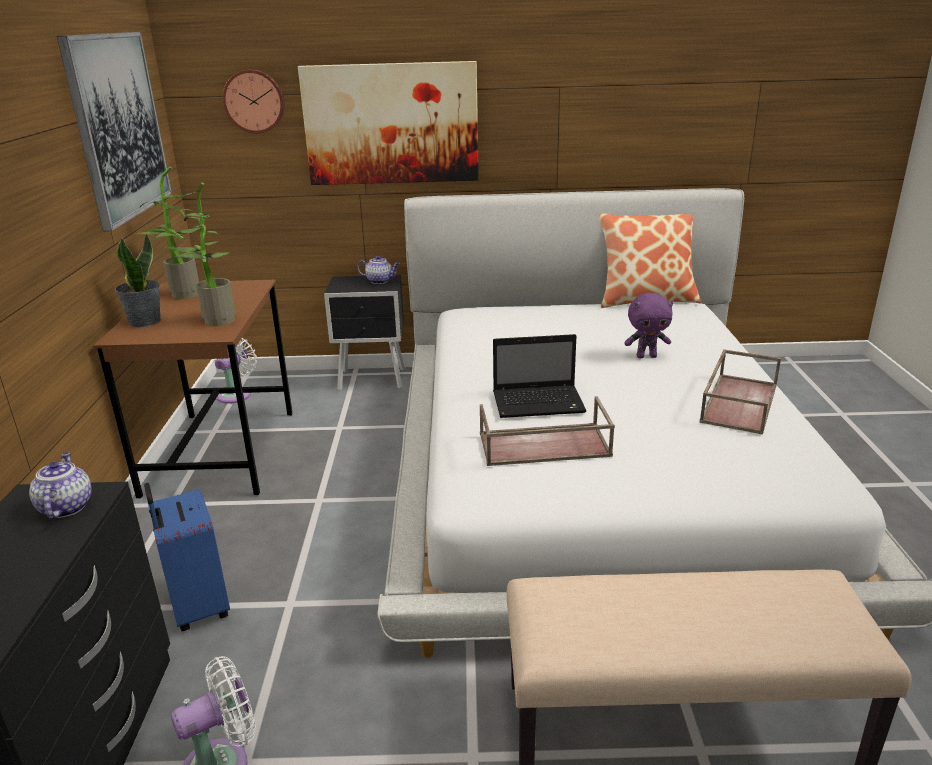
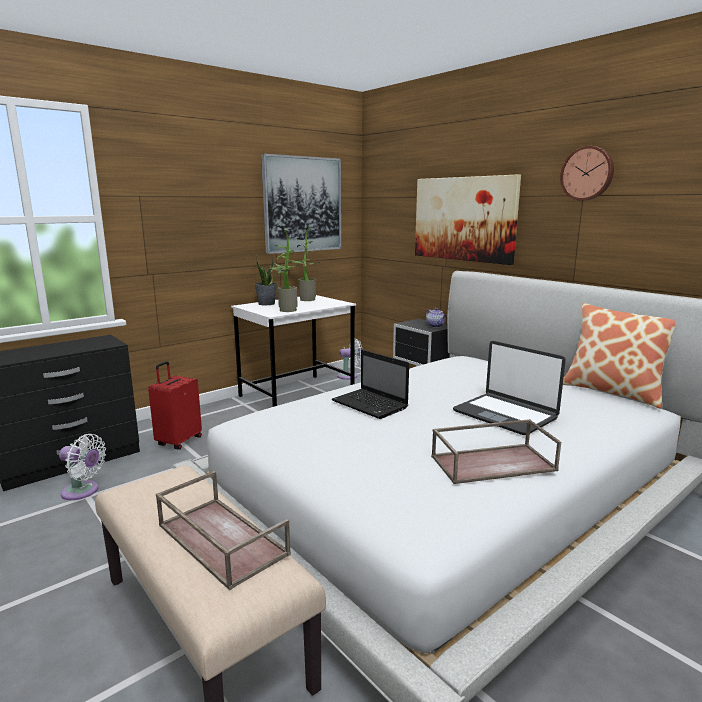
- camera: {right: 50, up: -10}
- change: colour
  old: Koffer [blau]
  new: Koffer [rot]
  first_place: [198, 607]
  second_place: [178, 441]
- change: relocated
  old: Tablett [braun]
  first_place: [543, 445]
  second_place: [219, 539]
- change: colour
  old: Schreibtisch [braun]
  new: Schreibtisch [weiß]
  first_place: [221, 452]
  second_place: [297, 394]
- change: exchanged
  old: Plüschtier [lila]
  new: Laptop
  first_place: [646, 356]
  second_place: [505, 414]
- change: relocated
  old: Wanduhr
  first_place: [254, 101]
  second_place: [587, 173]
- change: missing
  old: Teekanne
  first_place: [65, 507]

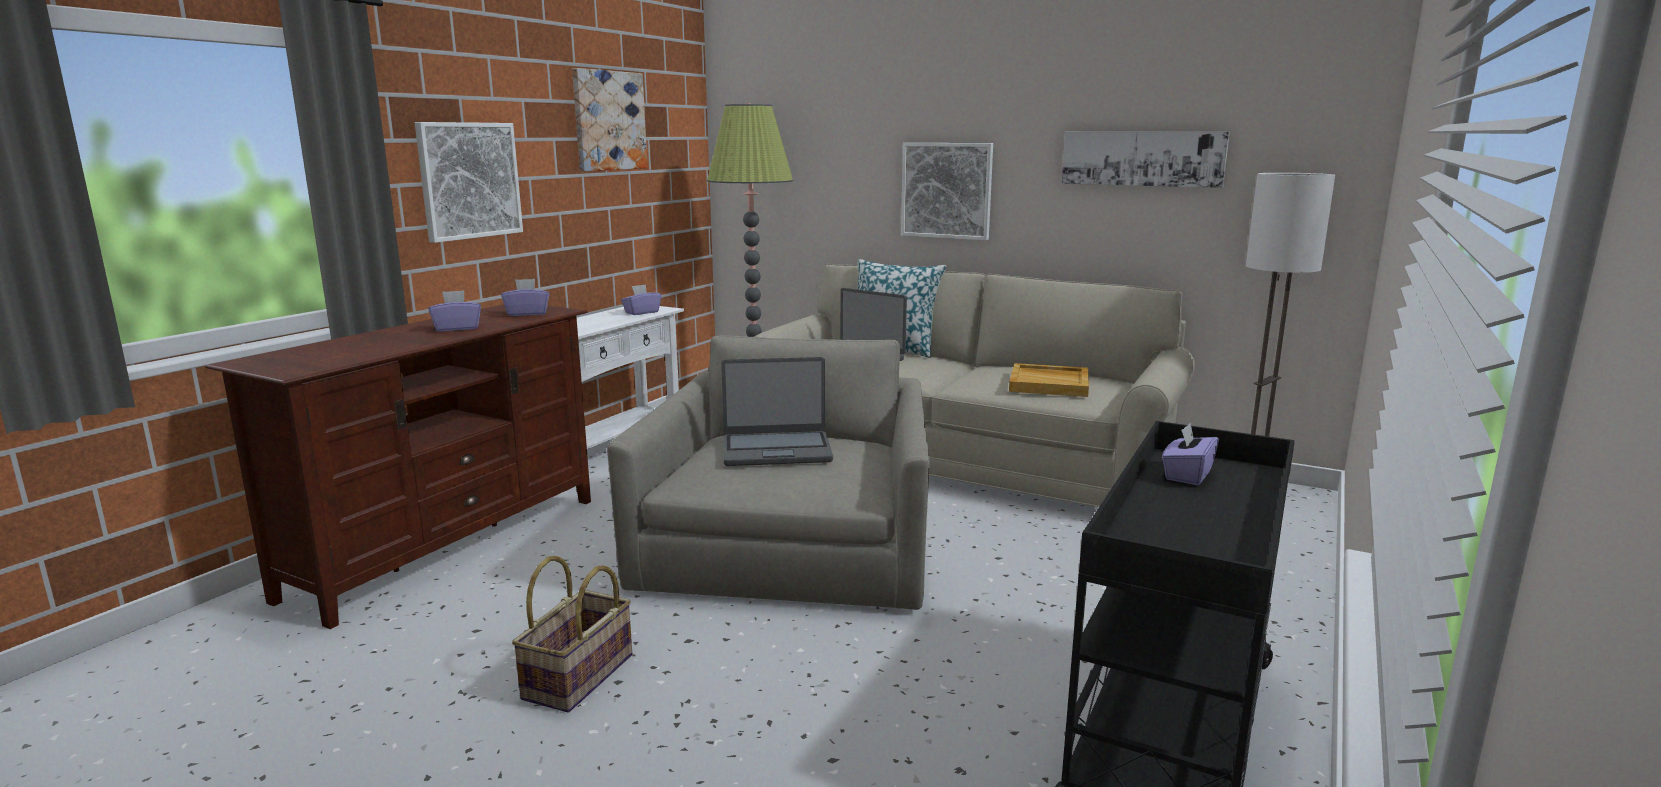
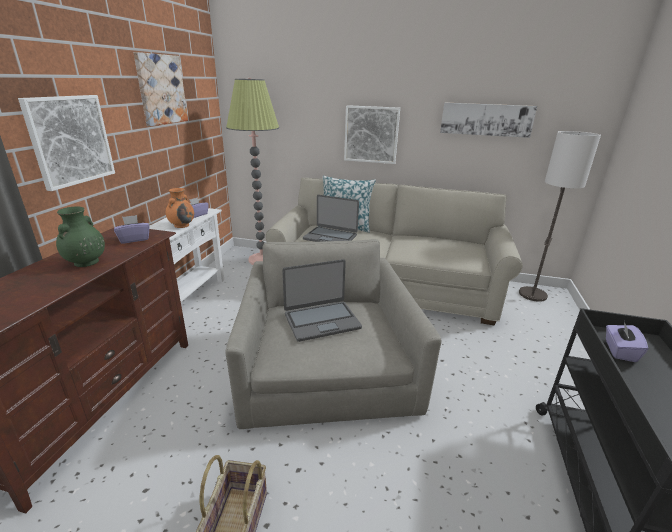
- camera: {right: -15, up: 10}
- change: exchanged
  old: Taschentuchbox [lila]
  new: Vase [grün]
  first_place: [457, 328]
  second_place: [86, 262]
- change: appeared
  new: Vase [orange]
  second_place: [182, 225]
- change: missing
  old: Tablett [beige]
  first_place: [1050, 384]

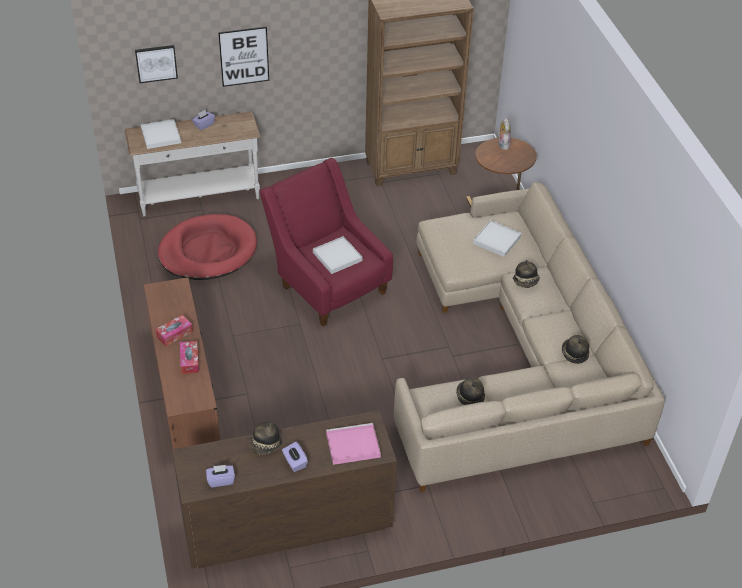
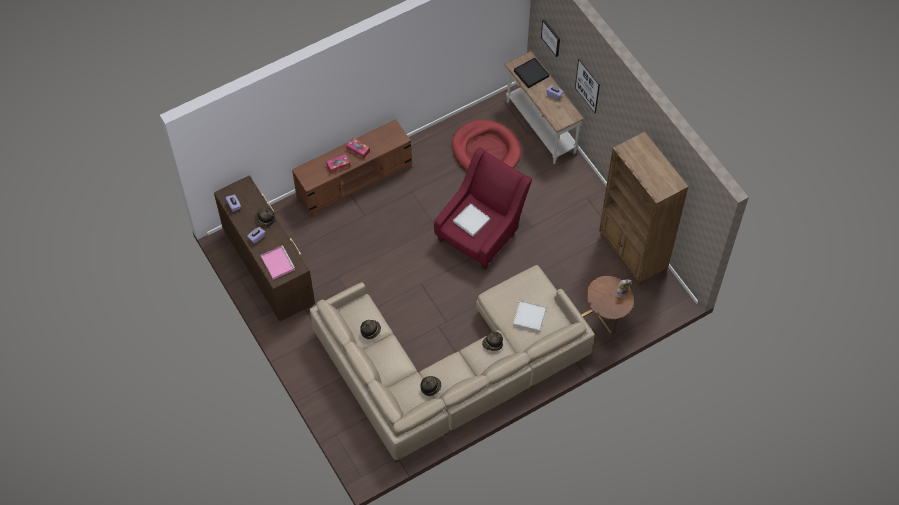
- camera: {right: 75, up: 15}
- change: colour
  old: Tablett [weiß]
  new: Tablett [schwarz]
  first_place: [161, 136]
  second_place: [531, 74]

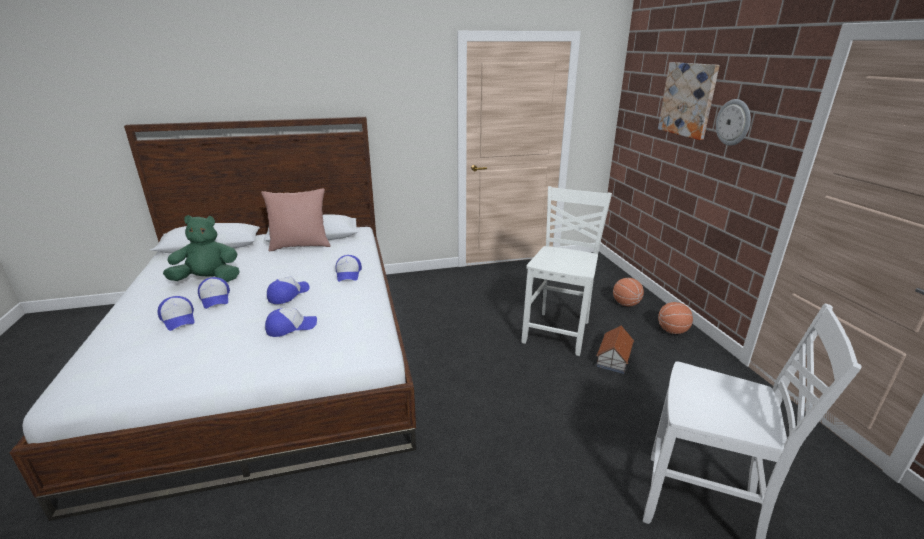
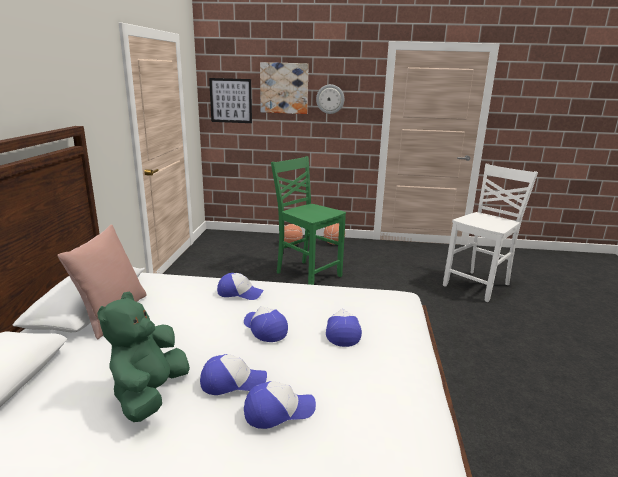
- camera: {right: -70, up: -5}
- change: appeared
  new: Bild
  second_place: [231, 100]
- change: colour
  old: Stuhl [weiß]
  new: Stuhl [grün]
  first_place: [558, 332]
  second_place: [307, 274]
- change: missing
  old: Spielzeughaus
  first_place: [614, 358]

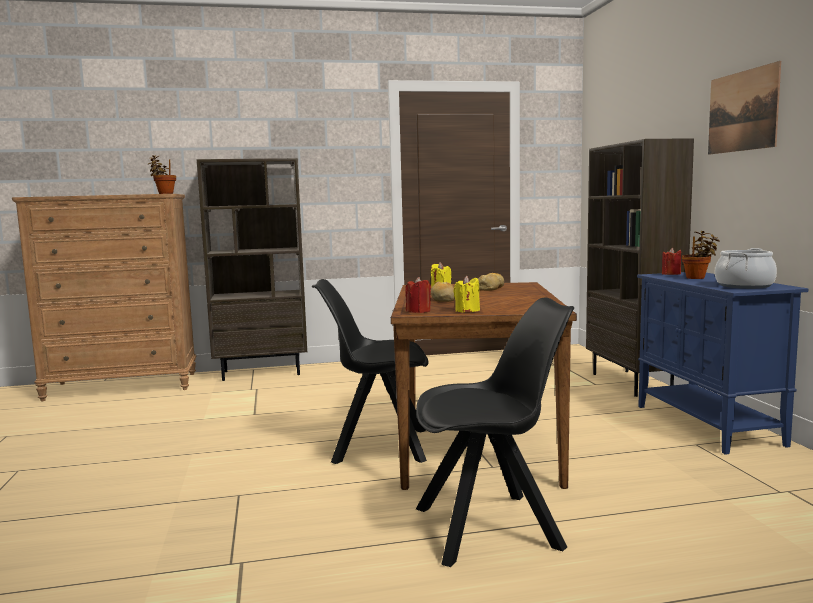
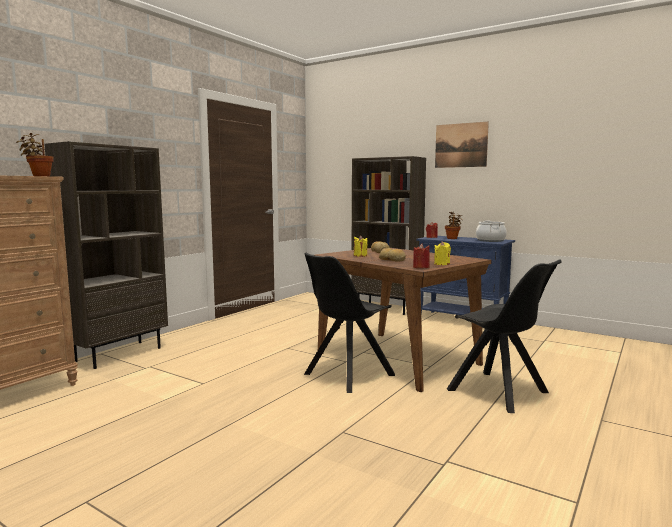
- camera: {right: -45, up: 0}
- change: spun
  old: Stuhl [schwarz]
  first_place: [491, 528]
  second_place: [500, 392]
  degrees: 105

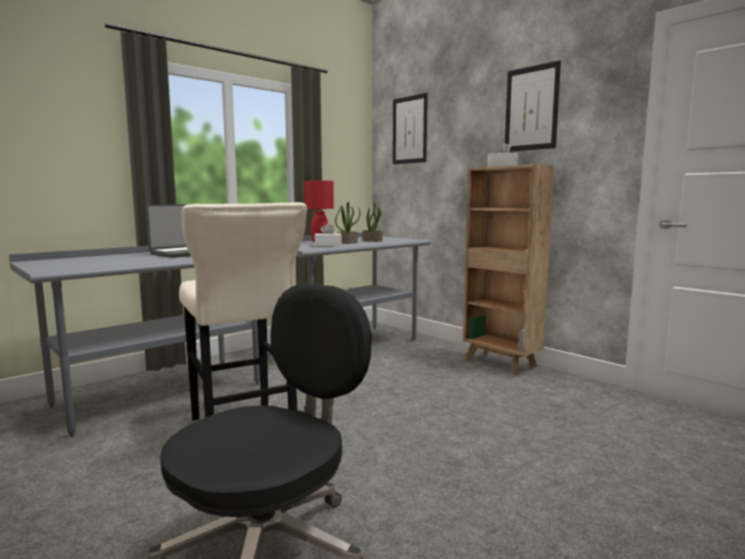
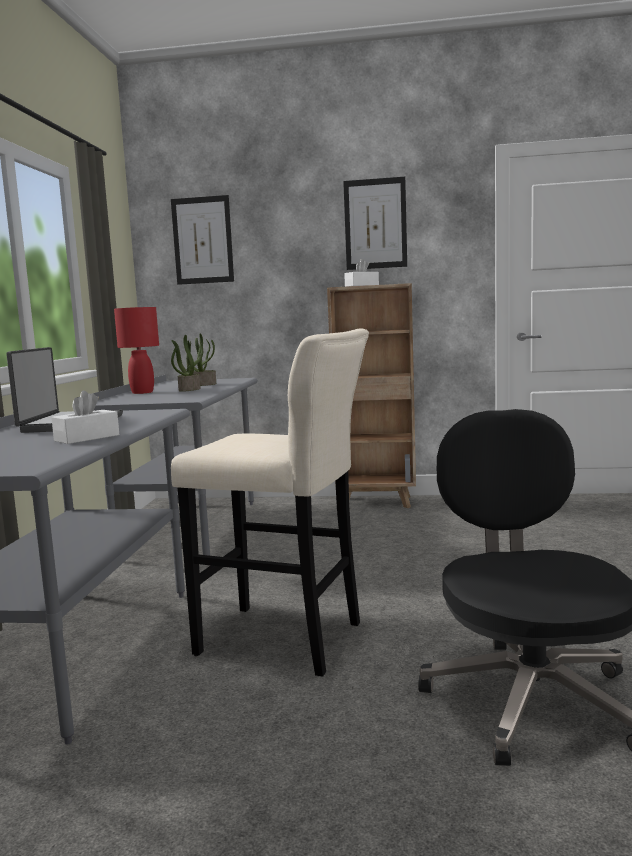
- camera: {right: -40, up: 0}
- change: relocated
  old: Taschentuchbox [weiß]
  first_place: [328, 245]
  second_place: [87, 438]

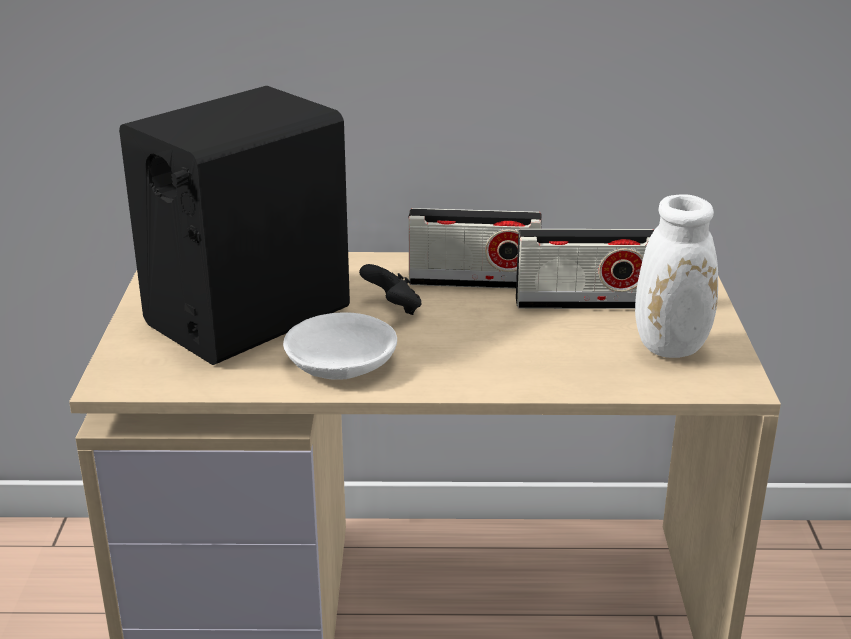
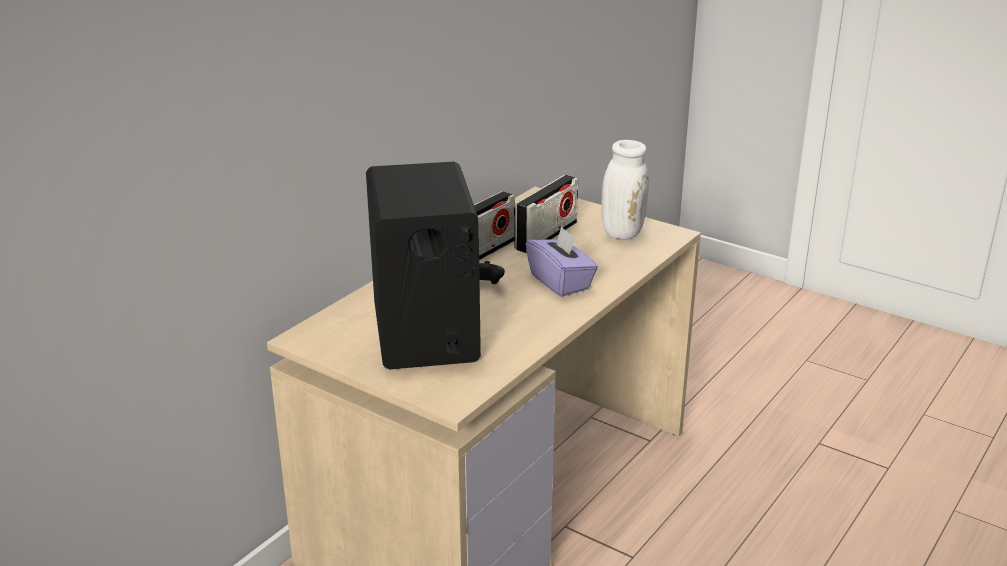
- camera: {right: -55, up: 0}
- change: appeared
  new: Taschentuchbox [lila]
  second_place: [560, 282]
- change: missing
  old: Schüssel [weiß]
  first_place: [339, 362]

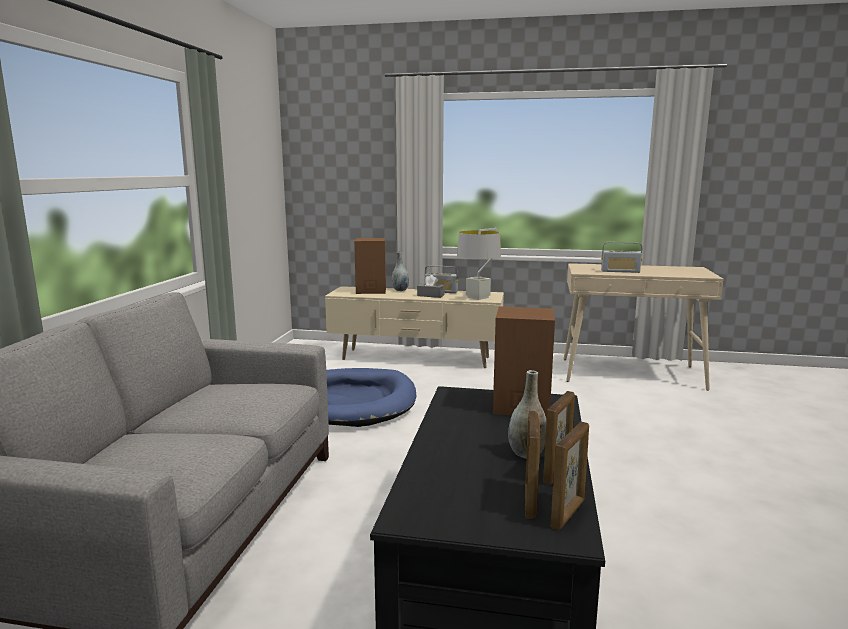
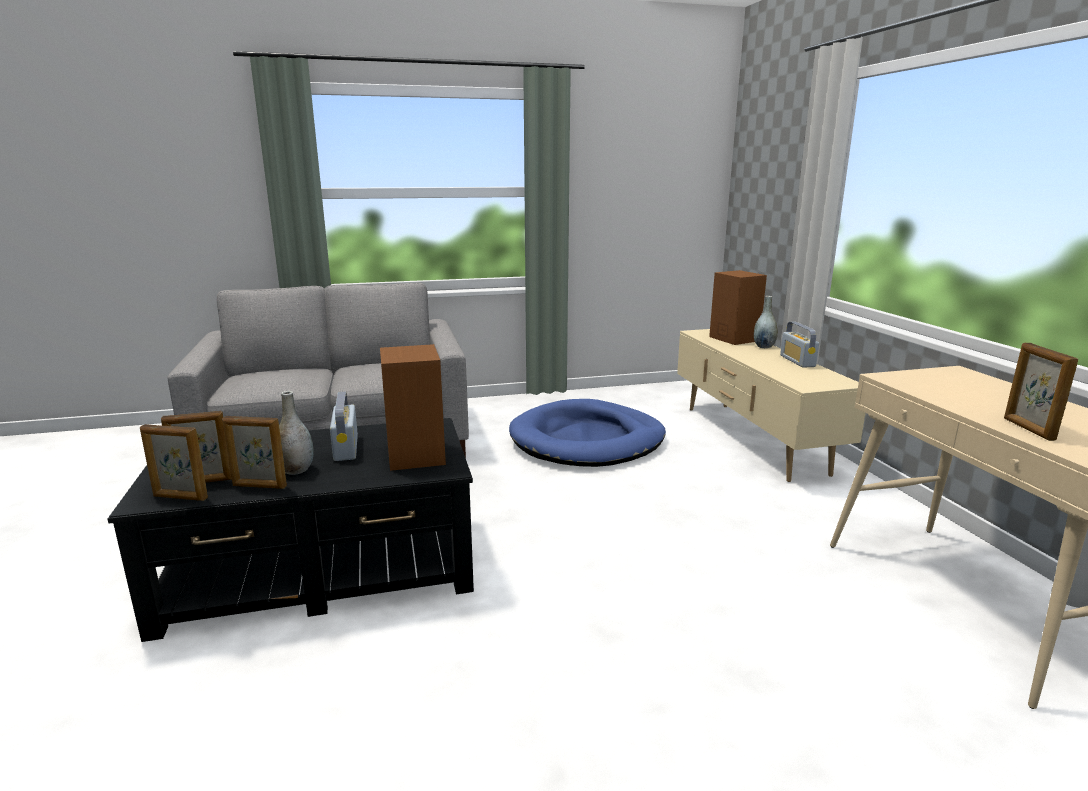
- camera: {right: 65, up: 5}
- change: relocated
  old: Radio
  first_place: [620, 271]
  second_place: [346, 448]
- change: appeared
  new: Bilderrahmen
  second_place: [1028, 429]
- change: missing
  old: Taschentuchbox [grau]
  first_place: [430, 295]
- change: missing
  old: Tischlampe [grau]
  first_place: [478, 297]

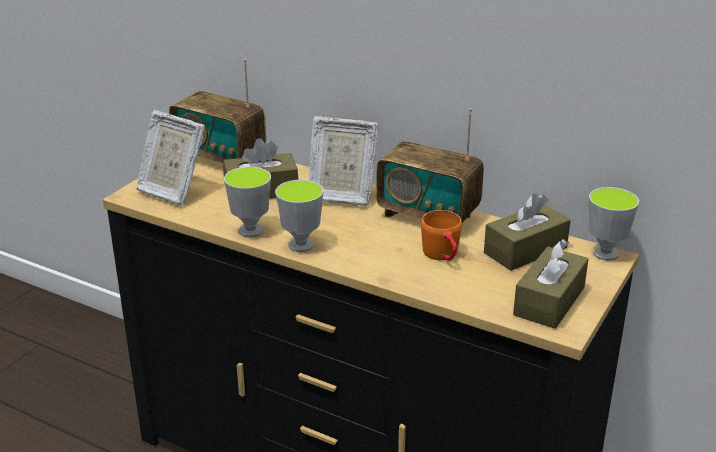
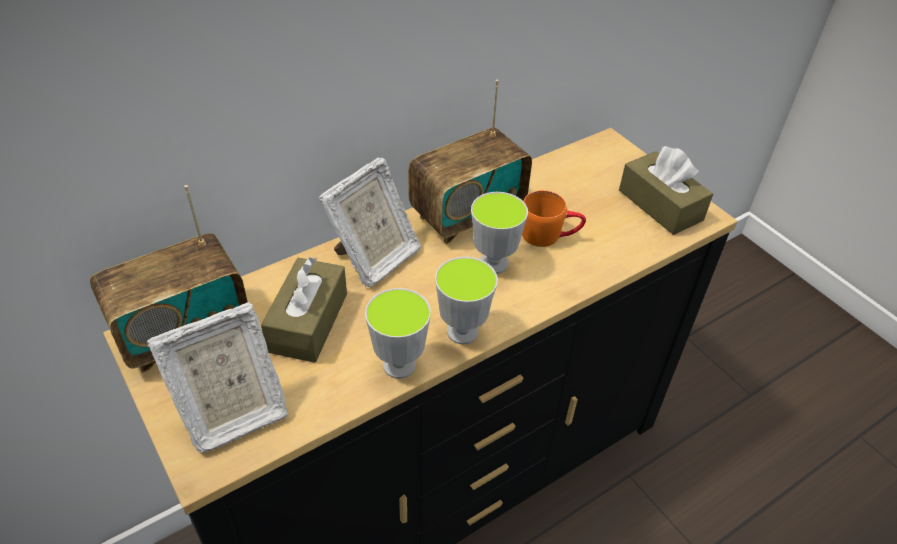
- camera: {right: -65, up: 15}
- change: relocated
  old: Tasse
  first_place: [605, 253]
  second_place: [494, 263]
- change: missing
  old: Taschentuchbox [braun]
  first_place: [525, 250]

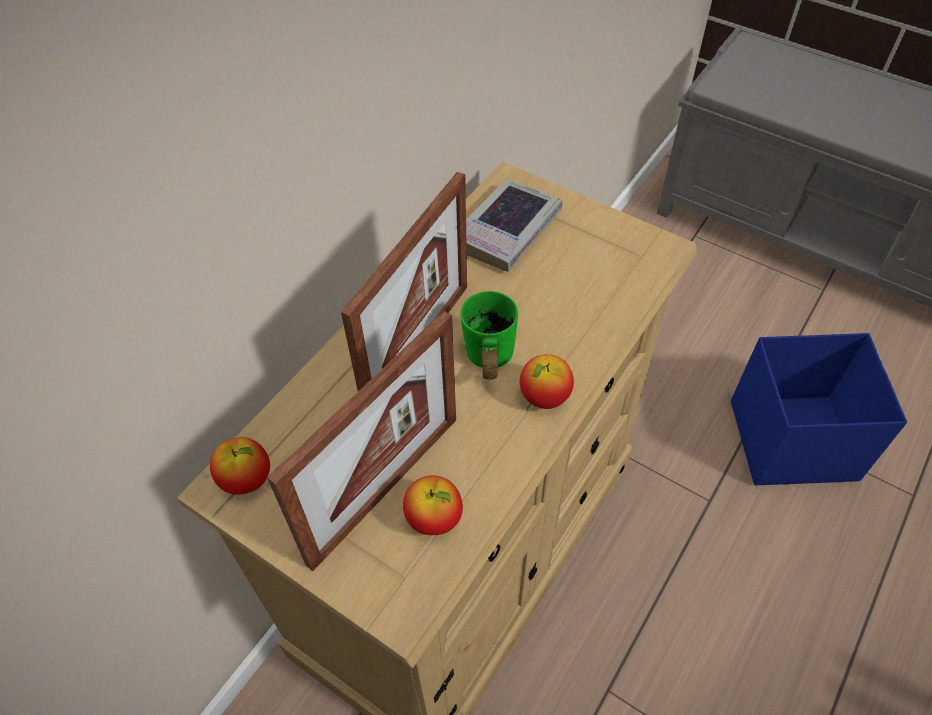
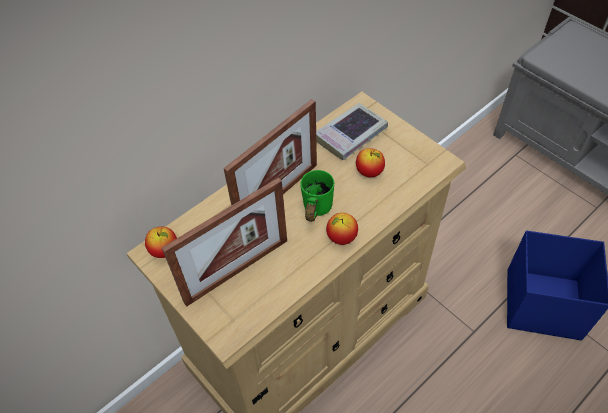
- camera: {right: 15, up: 0}
- change: relocated
  old: Apfel
  first_place: [434, 519]
  second_place: [369, 172]

